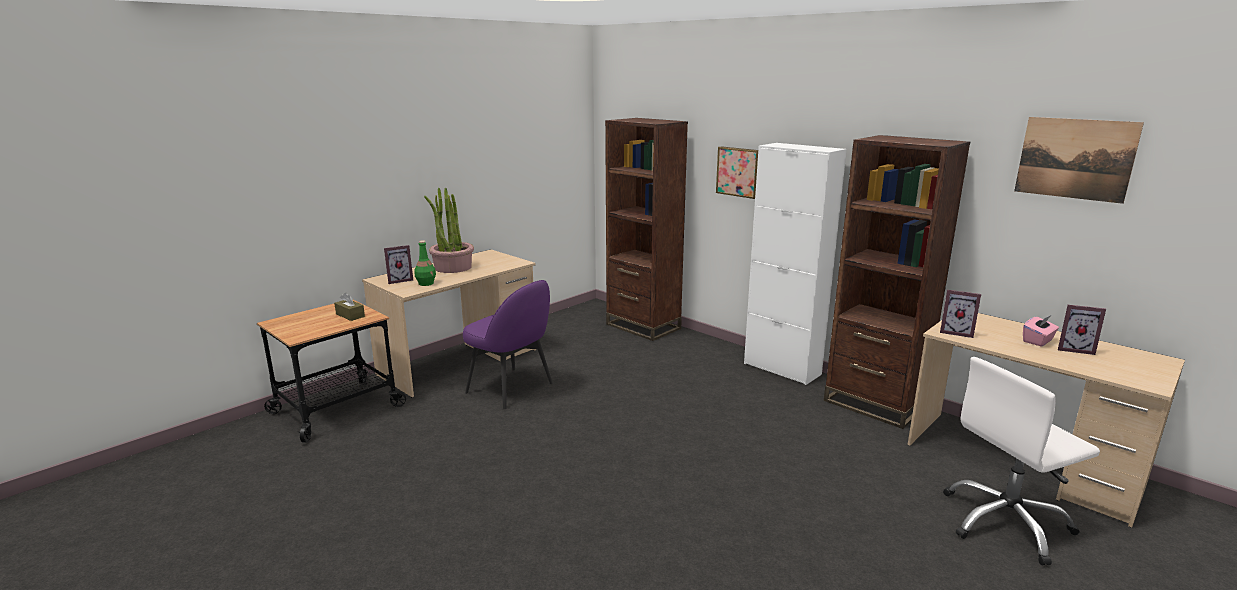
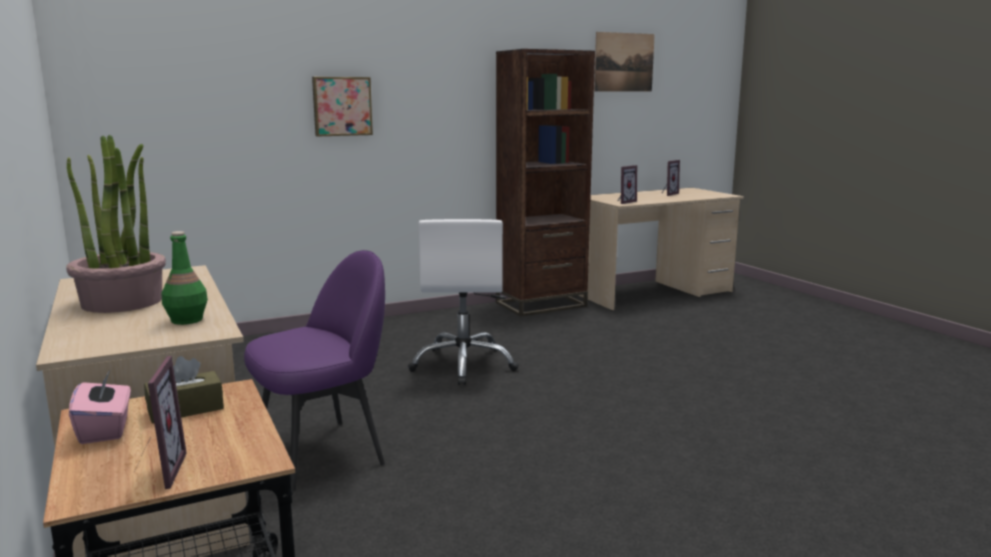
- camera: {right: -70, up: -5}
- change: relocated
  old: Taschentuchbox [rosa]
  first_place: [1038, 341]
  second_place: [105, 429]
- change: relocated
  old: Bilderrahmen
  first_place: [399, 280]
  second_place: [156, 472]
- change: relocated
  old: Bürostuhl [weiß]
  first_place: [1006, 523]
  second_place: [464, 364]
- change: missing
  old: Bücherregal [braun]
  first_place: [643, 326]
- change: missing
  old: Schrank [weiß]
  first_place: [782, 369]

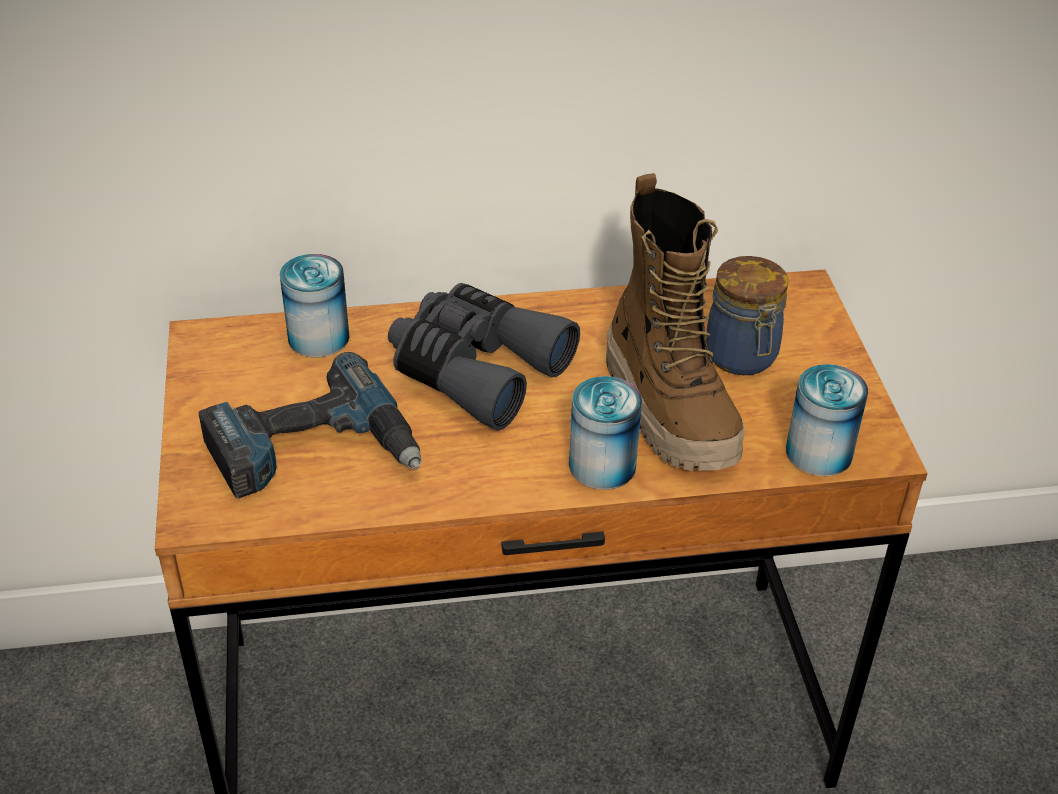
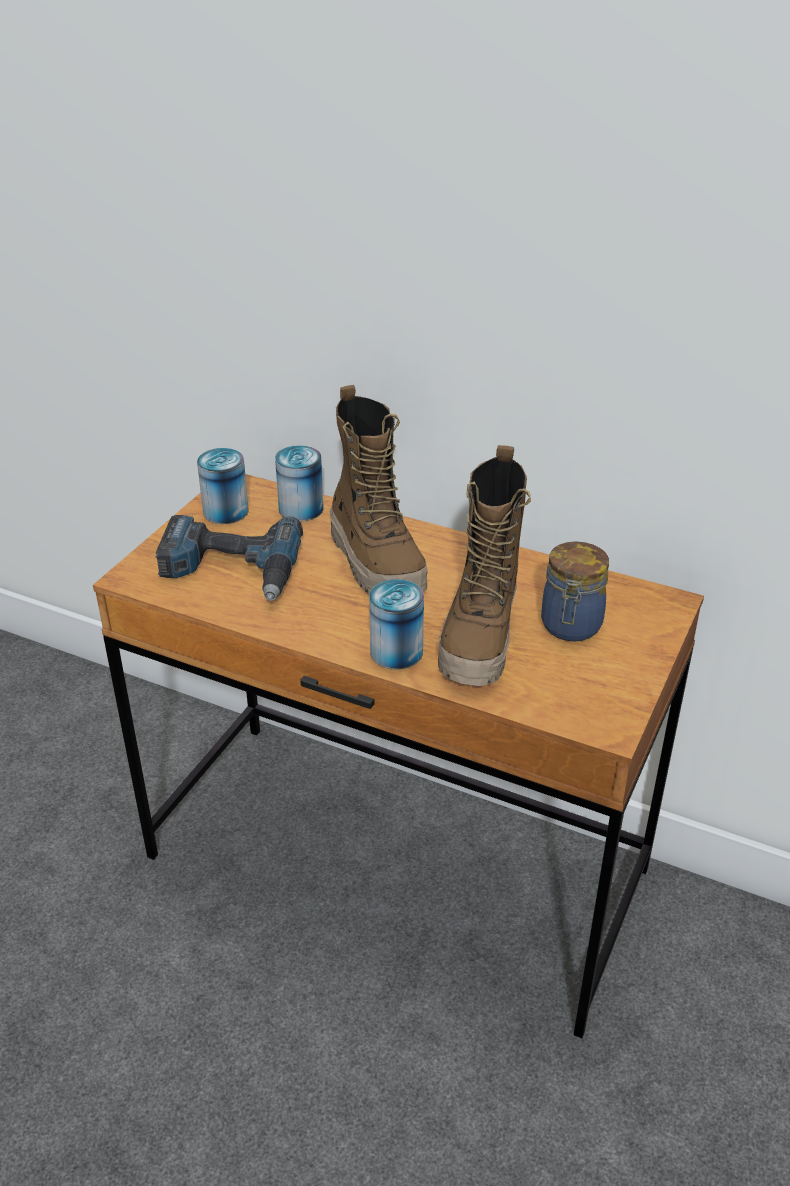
- camera: {right: 35, up: -5}
- change: relocated
  old: Dose
  first_place: [819, 452]
  second_place: [225, 511]
- change: exchanged
  old: Fernglas [grau]
  new: Stiefel
  first_place: [475, 369]
  second_place: [377, 563]

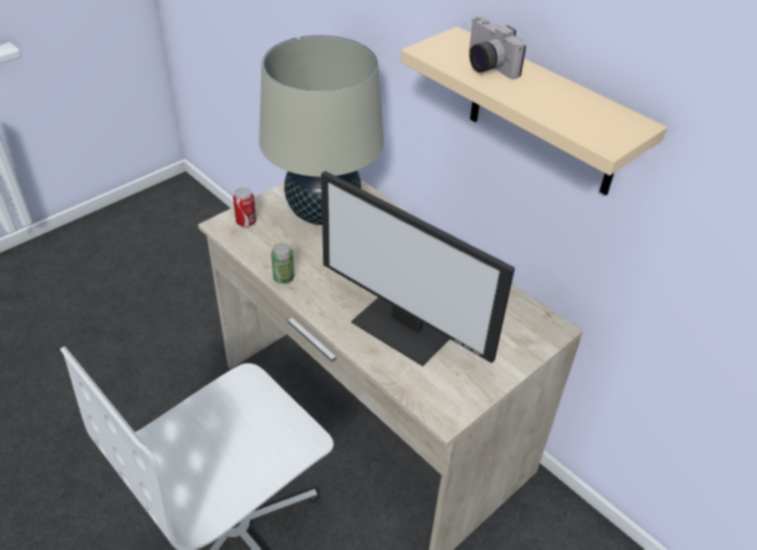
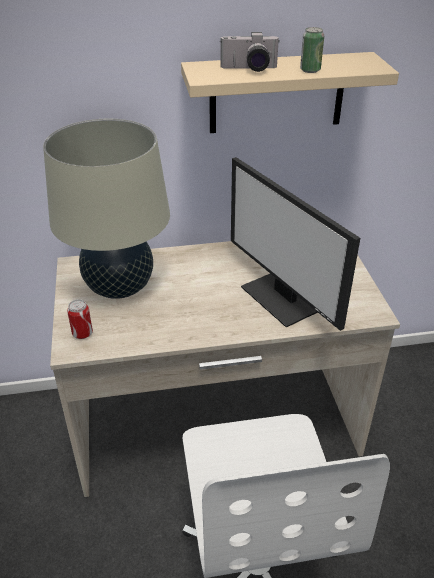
- camera: {right: -55, up: -5}
- change: spun
  old: Monitor
  first_place: [404, 327]
  second_place: [282, 298]
  degrees: 75
- change: relocated
  old: Dose
  first_place: [283, 278]
  second_place: [310, 70]

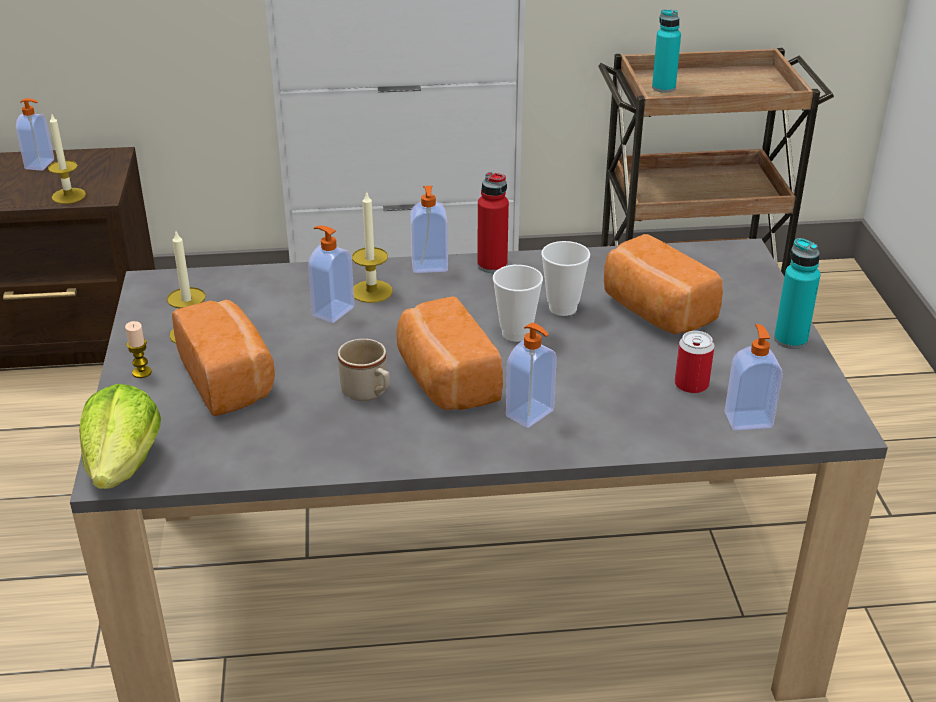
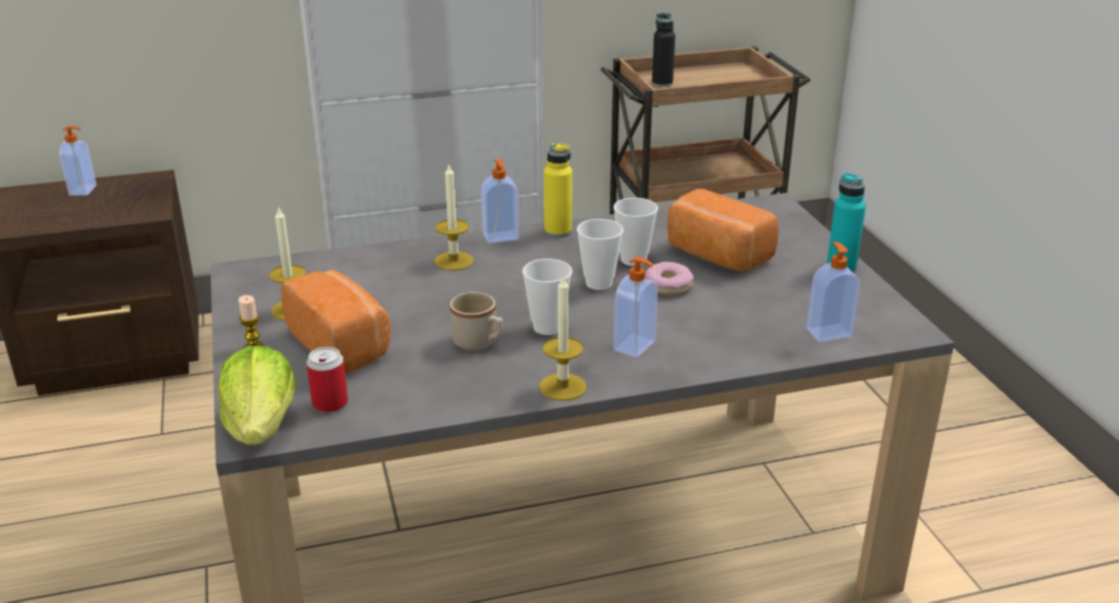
- camera: {right: -10, up: -5}
- change: relocated
  old: Dose
  first_place: [691, 385]
  second_place: [330, 404]
- change: exchanged
  old: Brot
  new: Tasse
  first_place: [445, 381]
  second_place: [547, 327]
- change: relocated
  old: Kerze
  first_place: [68, 196]
  second_place: [562, 387]
- change: colour
  old: Flasche [rot]
  new: Flasche [gelb]
  first_place: [492, 265]
  second_place: [558, 231]
- change: appeared
  new: Donut
  second_place: [668, 286]
- change: colour
  old: Flasche [türkis]
  new: Flasche [schwarz]
  first_place: [663, 88]
  second_place: [662, 84]
- change: missing
  old: Seifenspender
  first_place: [332, 311]

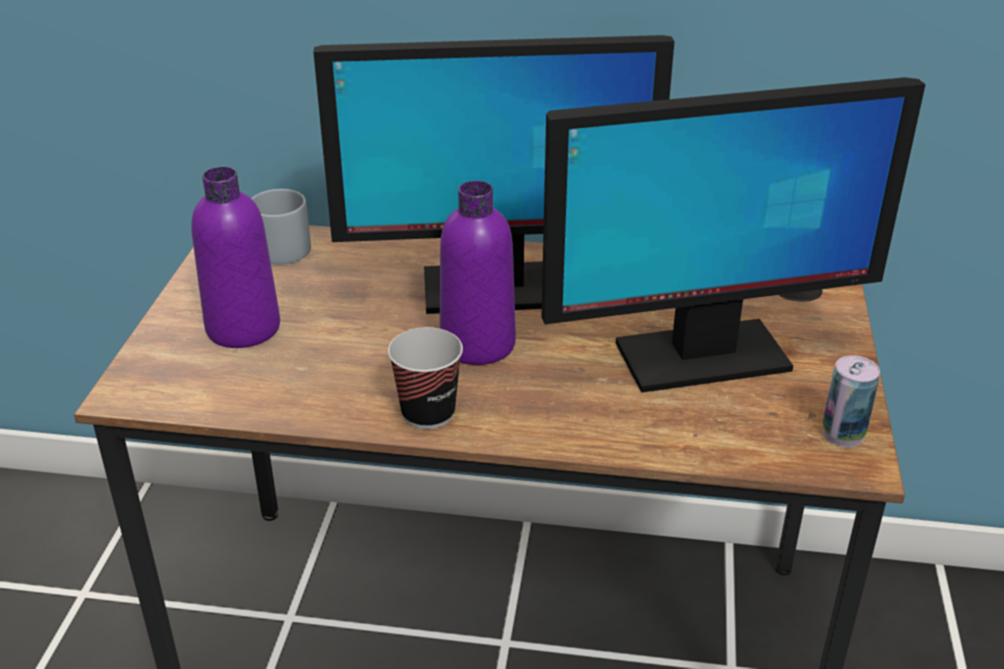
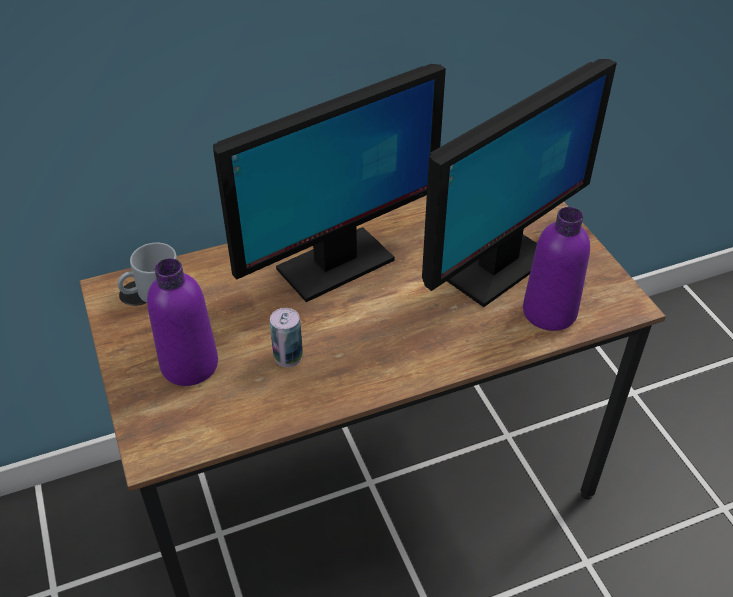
- camera: {right: -30, up: 10}
- change: relocated
  old: Dose
  first_place: [843, 434]
  second_place: [288, 357]
- change: relocated
  old: Flasche [lila]
  first_place: [477, 344]
  second_place: [549, 312]
- change: missing
  old: Tasse
  first_place: [428, 413]

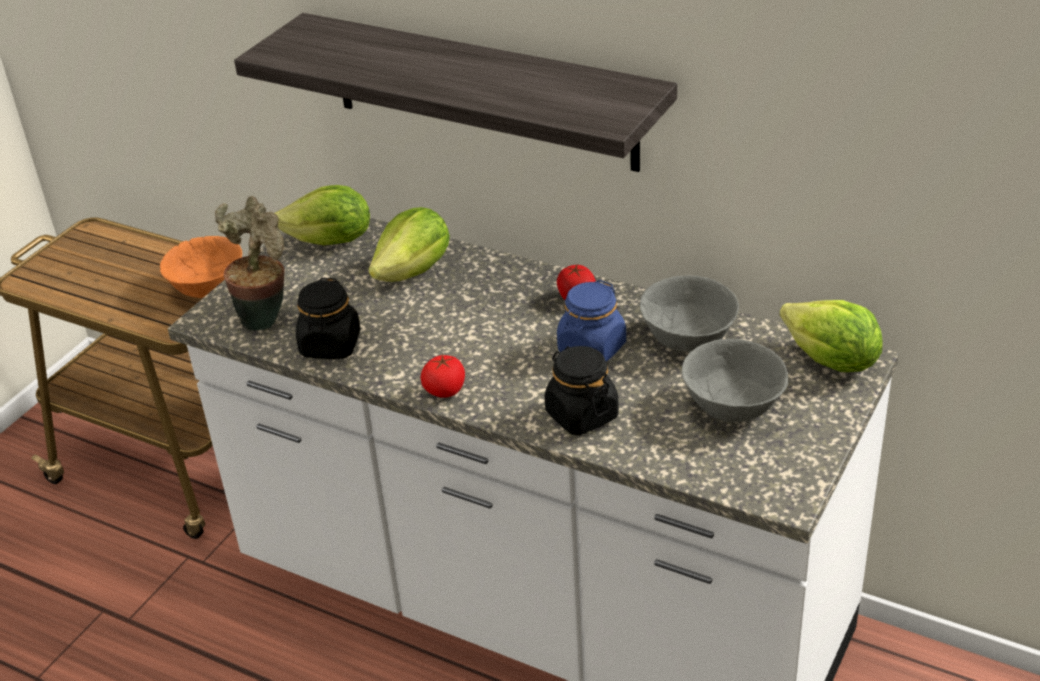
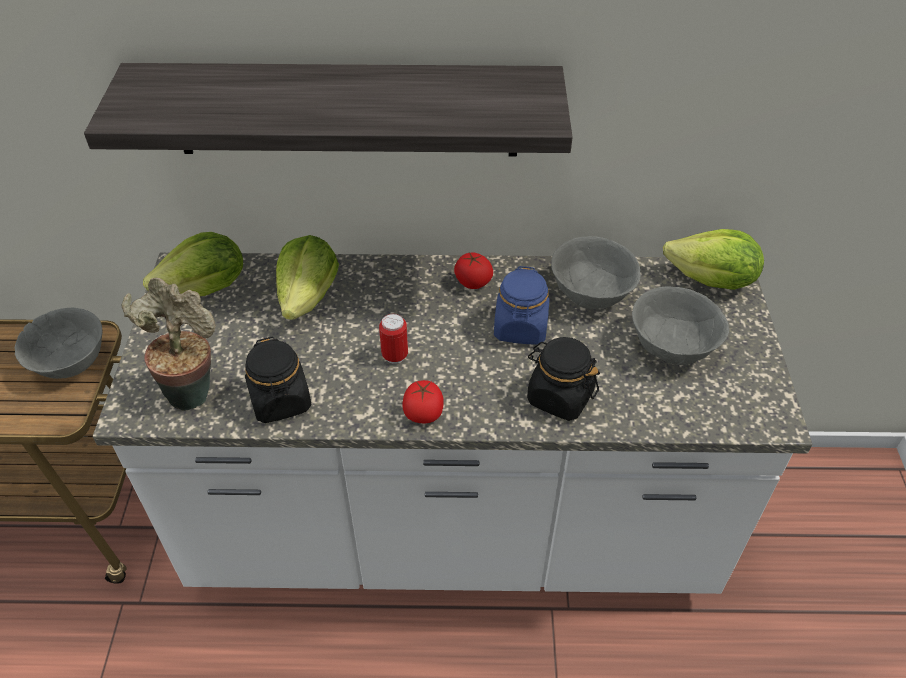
- camera: {right: -30, up: 10}
- change: colour
  old: Schüssel [orange]
  new: Schüssel [grau]
  first_place: [207, 288]
  second_place: [70, 362]
- change: appeared
  new: Dose
  second_place: [395, 355]

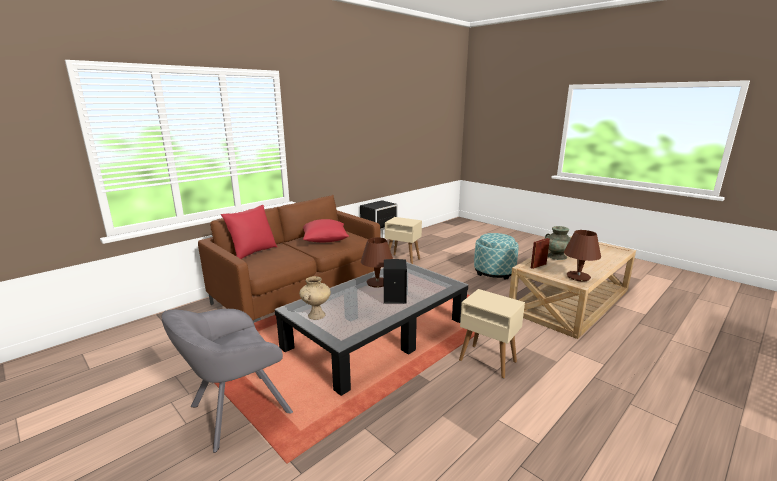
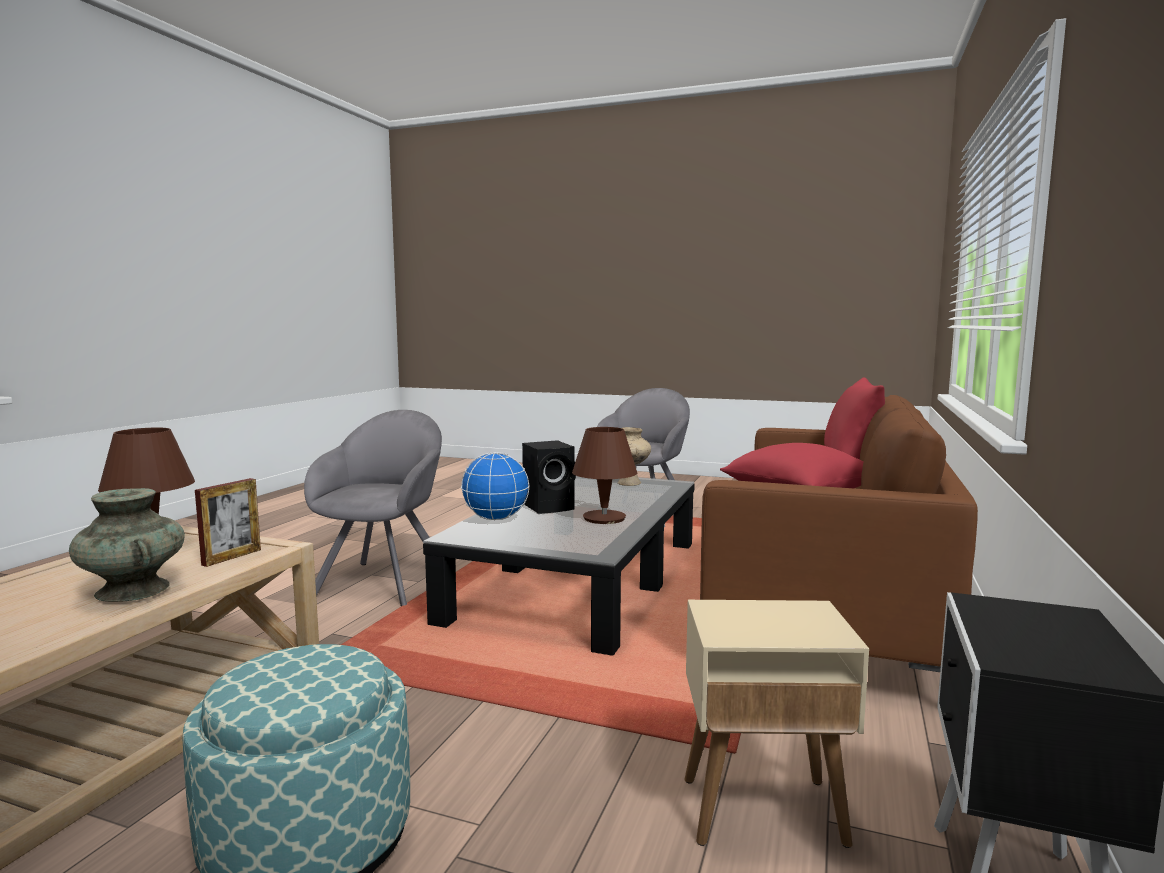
- camera: {right: 155, up: -10}
- change: exchanged
  old: Beistelltisch [beige]
  new: Sessel [grau]
  first_place: [487, 361]
  second_place: [386, 580]
- change: appeared
  new: Globus
  second_place: [496, 519]

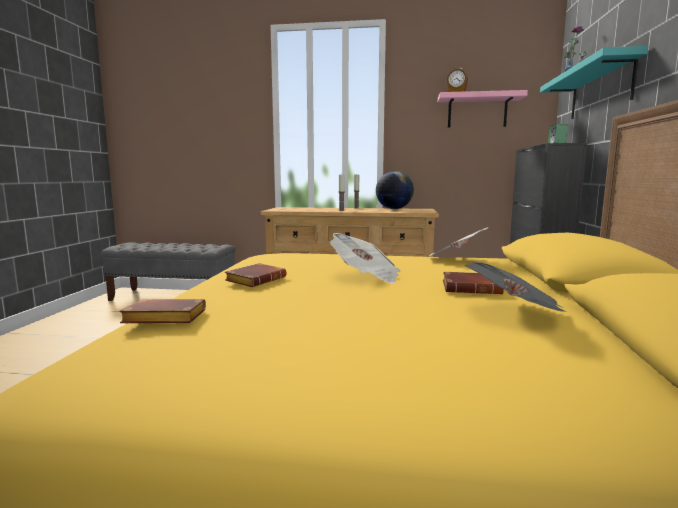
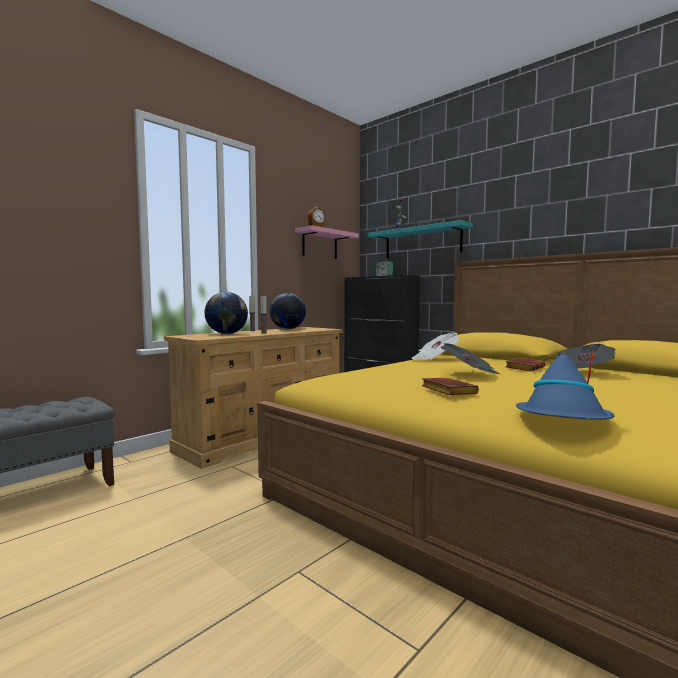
- camera: {right: -55, up: -5}
- change: appeared
  new: Globus
  second_place: [226, 334]
- change: exchanged
  old: Buch [braun]
  new: Hut [blau]
  first_place: [162, 319]
  second_place: [563, 419]

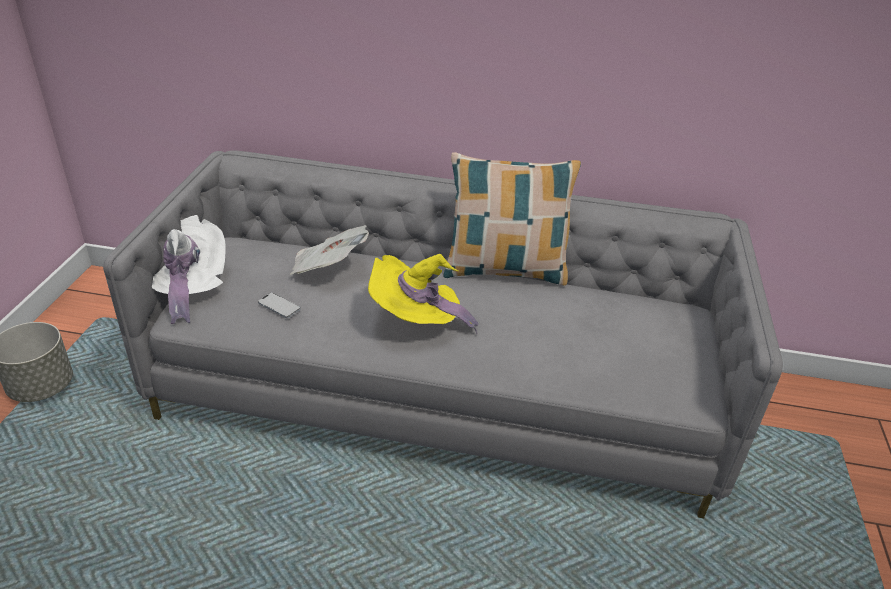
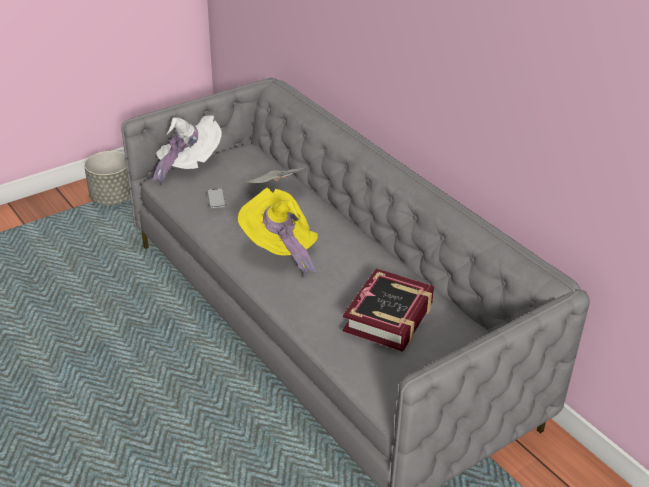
- camera: {right: 45, up: 0}
- change: appeared
  new: Buch
  second_place: [389, 317]
- change: missing
  old: Kissen
  first_place: [505, 270]

